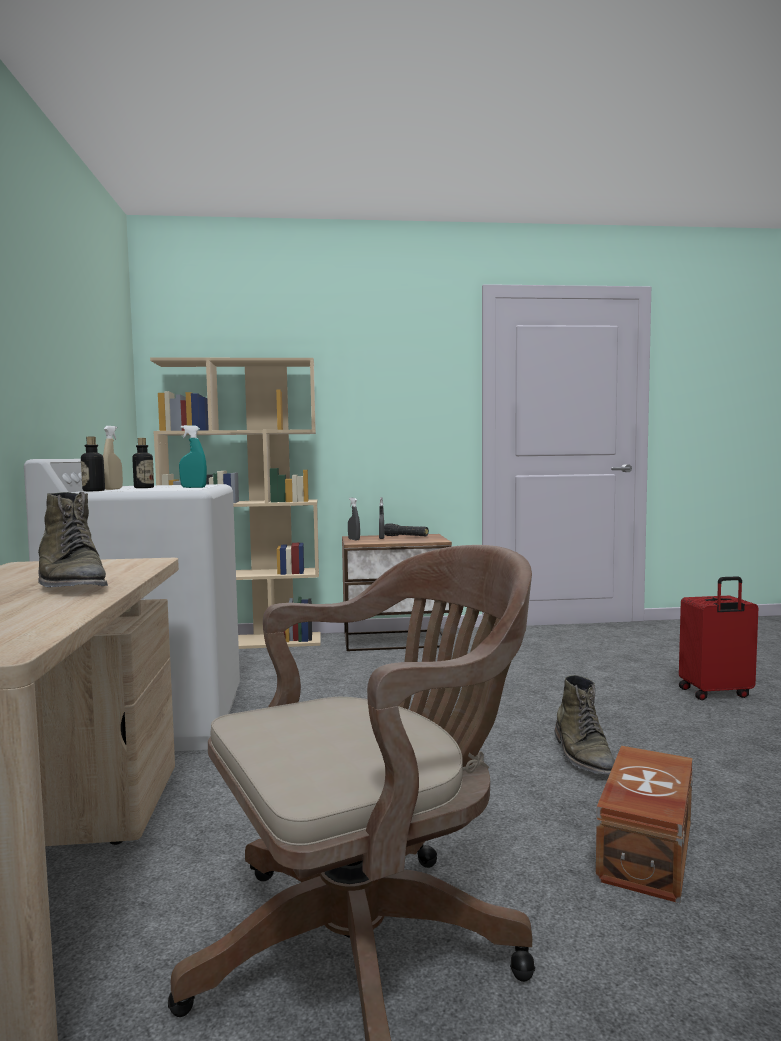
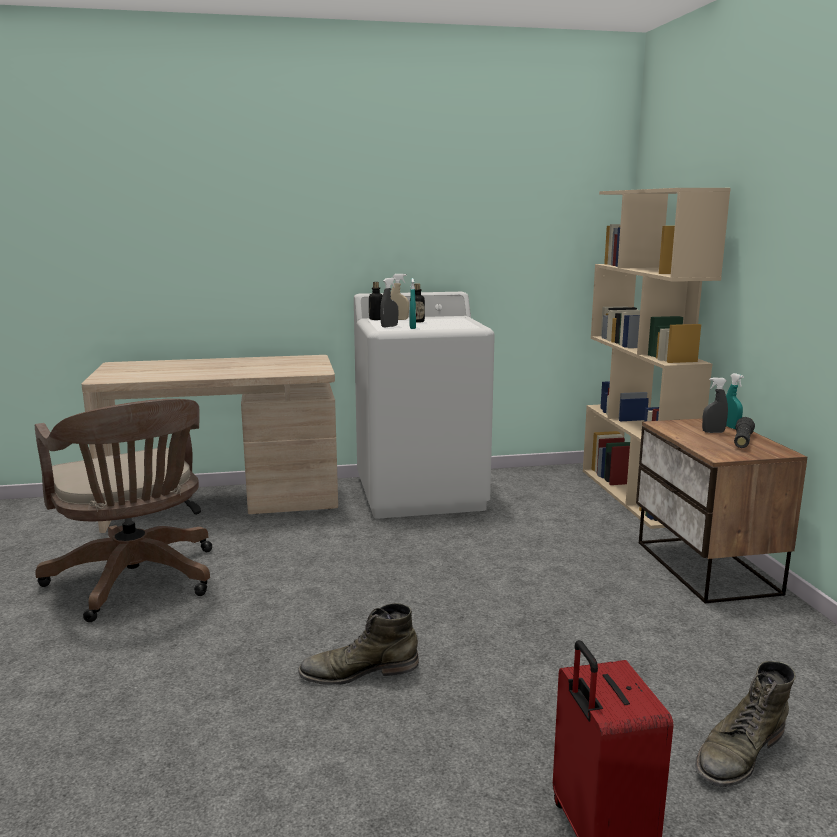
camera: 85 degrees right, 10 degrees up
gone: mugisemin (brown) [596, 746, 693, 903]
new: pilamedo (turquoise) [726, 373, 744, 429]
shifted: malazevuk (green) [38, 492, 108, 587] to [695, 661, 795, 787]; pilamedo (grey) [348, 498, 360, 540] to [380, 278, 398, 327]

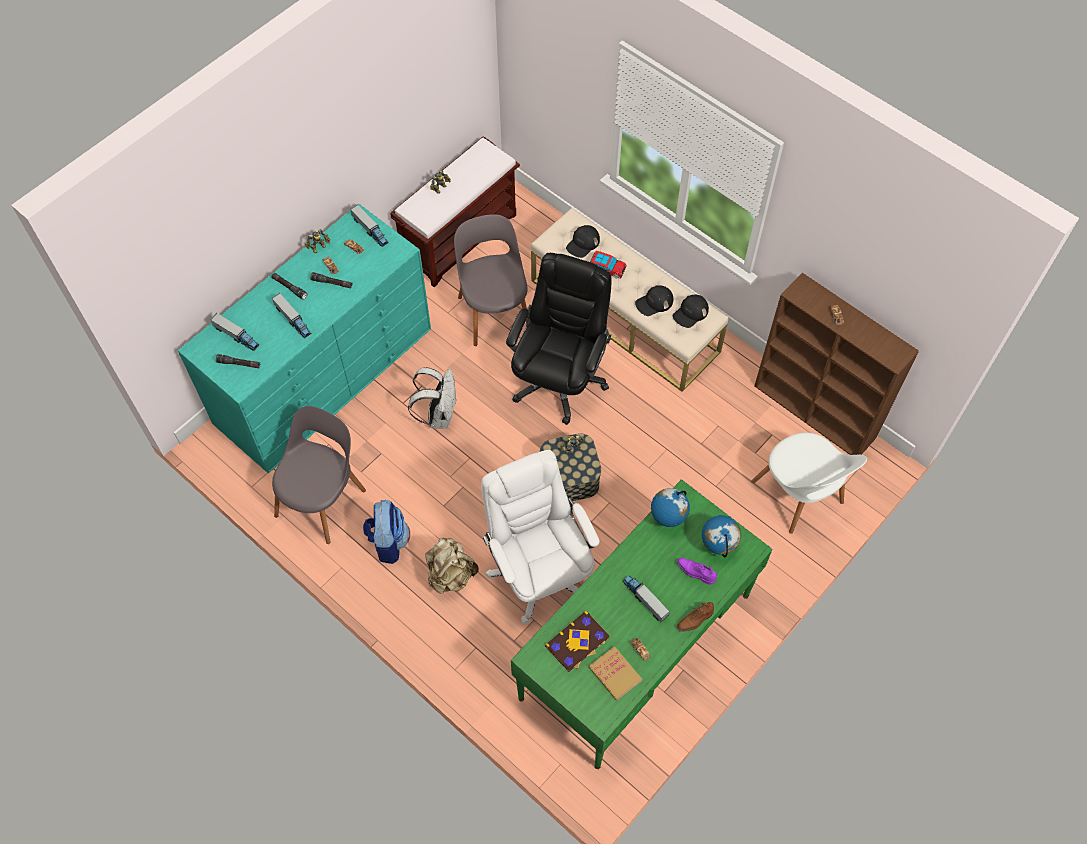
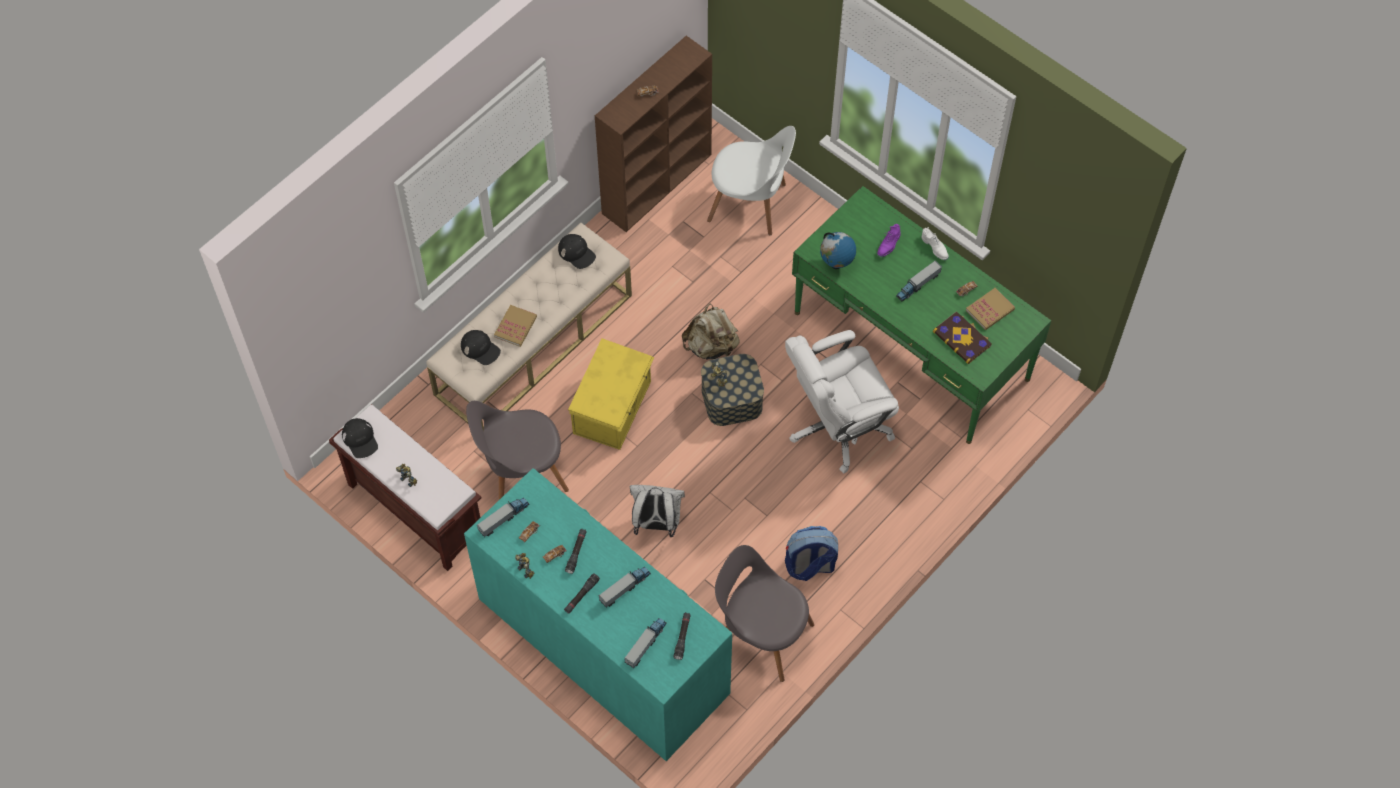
camera: 90 degrees left, 0 degrees up
gone: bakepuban [702, 515, 741, 557]
shifted: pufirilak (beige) [425, 538, 479, 593] to [682, 304, 740, 359]; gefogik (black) [635, 285, 673, 316] to [342, 418, 378, 458]
swapped: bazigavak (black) [506, 253, 611, 425] to mugisemin (yellow) [568, 338, 654, 450]; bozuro [590, 251, 626, 279] to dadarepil [494, 305, 537, 347]
repainted: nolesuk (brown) [677, 602, 714, 632] to nolesuk (white) [921, 227, 949, 260]
rotated: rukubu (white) [751, 433, 867, 534] = [707, 126, 796, 235] 45 degrees clockwise

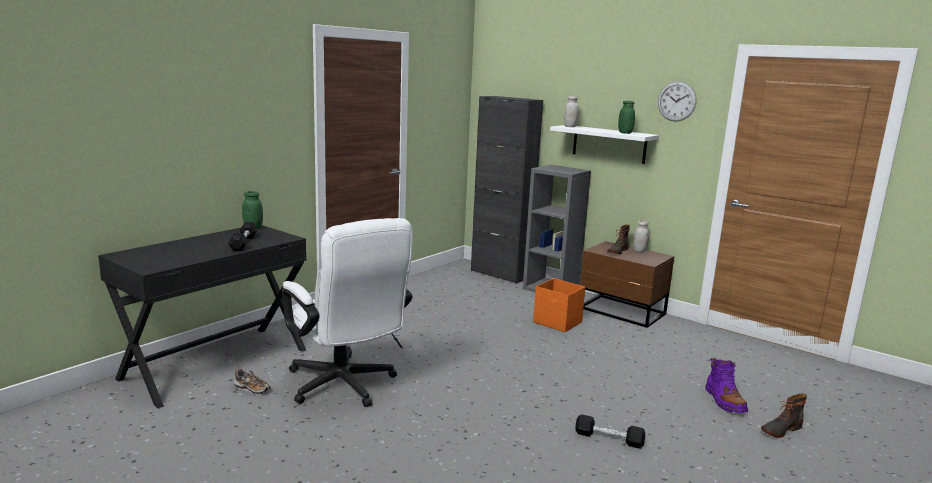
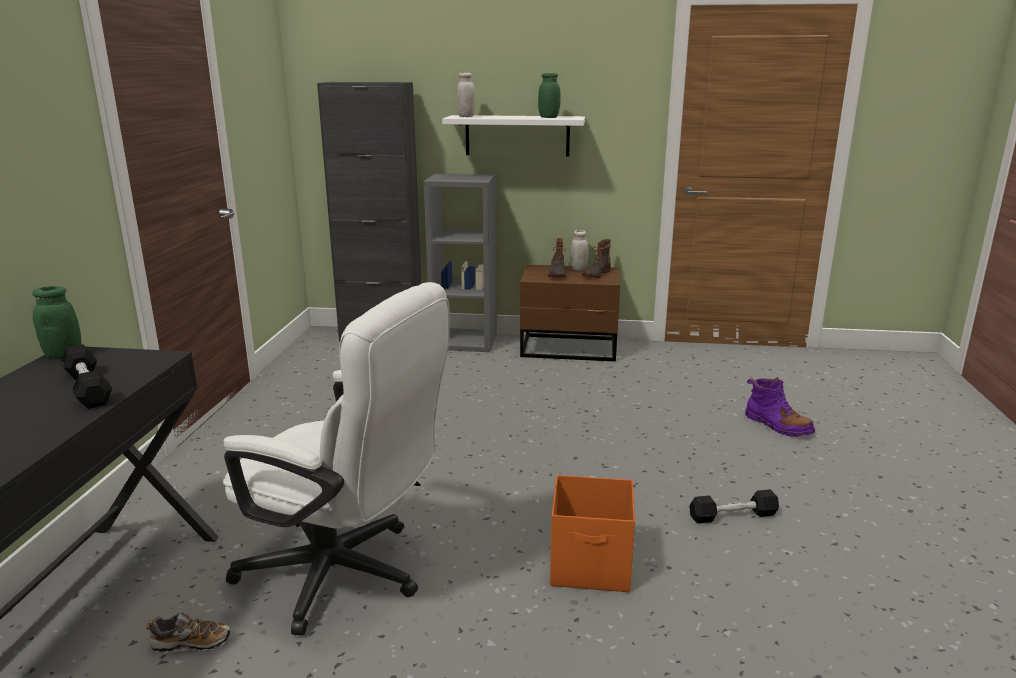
camera: 30 degrees left, 5 degrees up
gone: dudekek [658, 81, 697, 121]
shifted: mugisemin (orange) [533, 278, 585, 332] to [550, 475, 635, 592]; malazevuk [761, 393, 807, 438] to [582, 239, 611, 278]

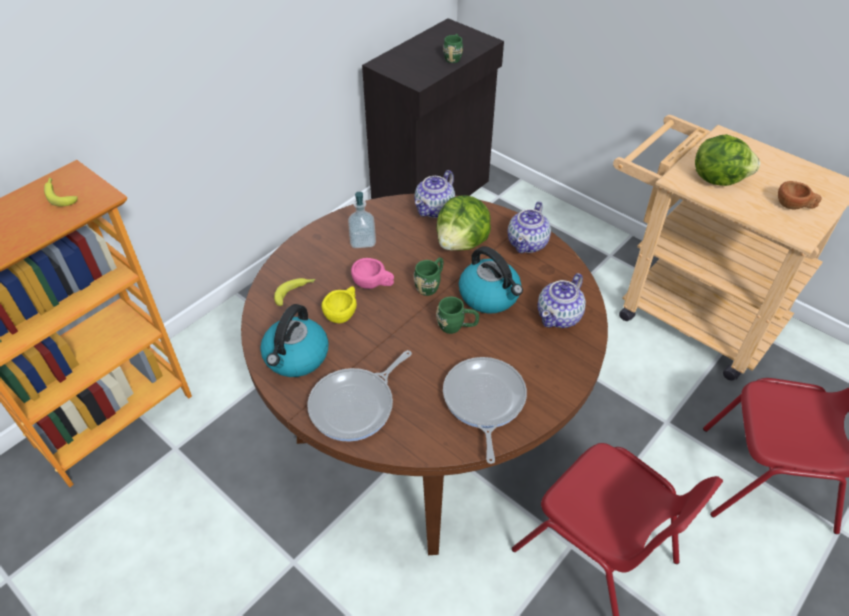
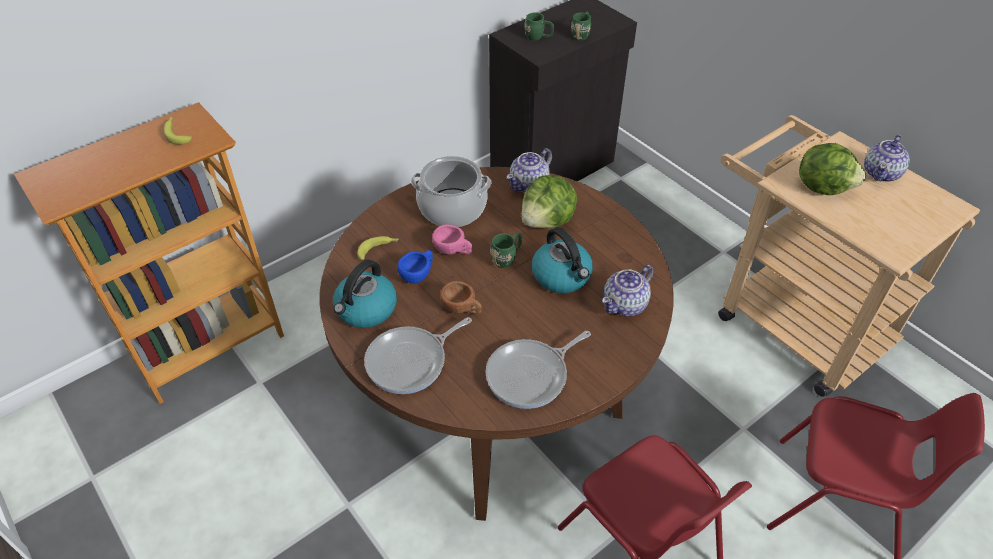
camera: 10 degrees right, 0 degrees up
shifted: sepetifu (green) [436, 297, 479, 334] to [524, 12, 554, 41]; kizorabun [508, 202, 551, 253] to [864, 135, 910, 182]; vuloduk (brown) [778, 181, 822, 210] to [440, 281, 482, 315]
swapped: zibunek [348, 192, 376, 248] to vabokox [411, 156, 491, 227]
repainted: vuloduk (yellow) [322, 287, 357, 323] to vuloduk (blue) [397, 250, 433, 284]
rotated: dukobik [443, 357, 527, 464] = [486, 331, 591, 409] 135 degrees counterclockwise

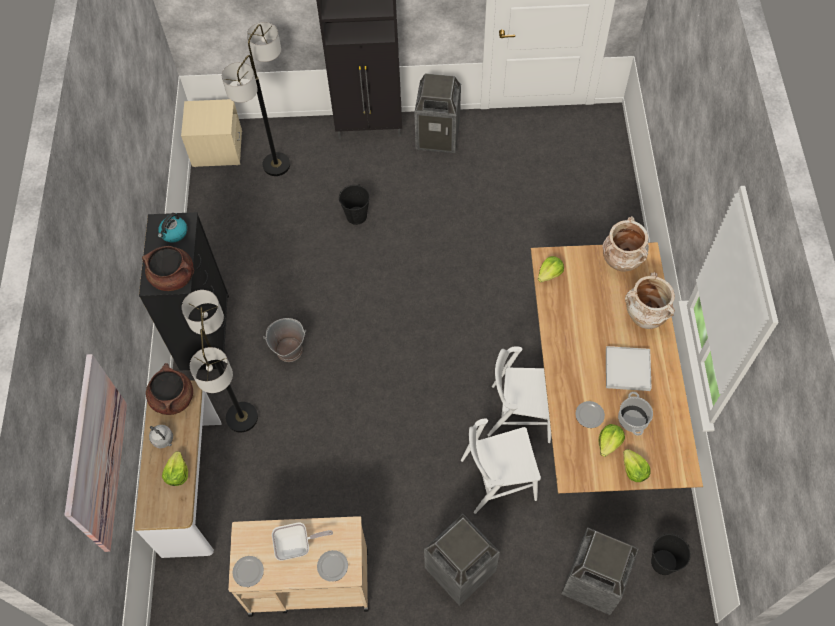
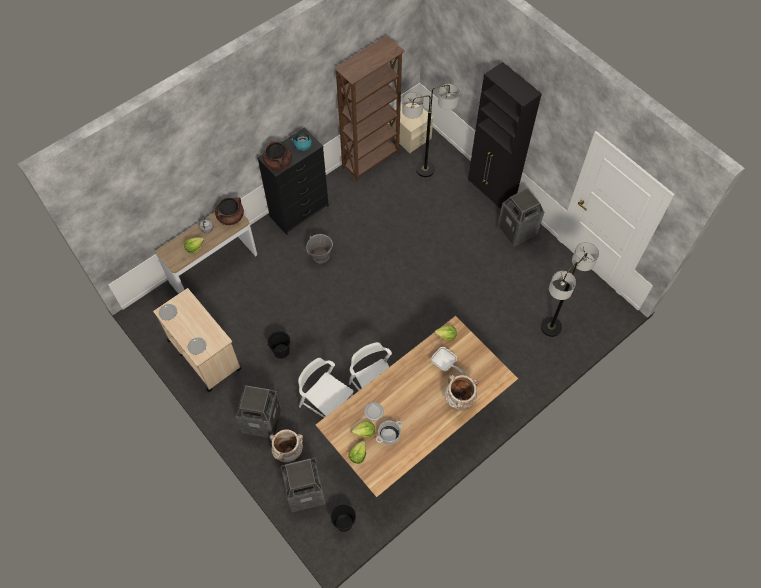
camera: 50 degrees right, 0 degrees up
gone: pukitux [64, 354, 127, 552]; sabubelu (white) [606, 346, 652, 391]
new: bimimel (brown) [334, 35, 405, 182]
shifted: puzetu [182, 290, 258, 432] to [541, 242, 599, 337]; dukobik [272, 522, 333, 560] to [431, 347, 466, 375]; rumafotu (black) [339, 184, 370, 225] to [267, 331, 290, 359]; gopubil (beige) [602, 216, 649, 272] to [270, 429, 303, 462]

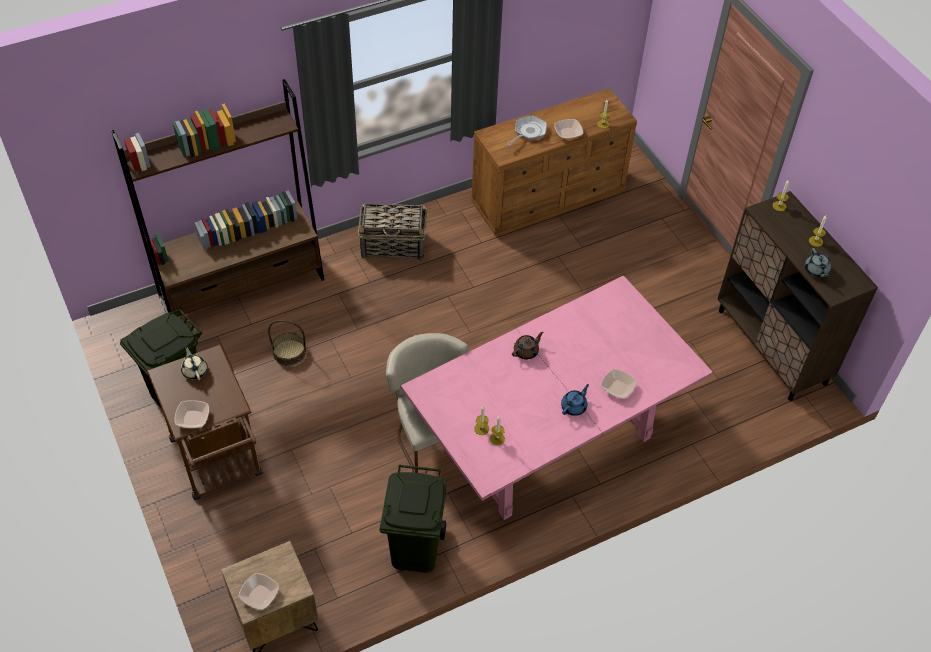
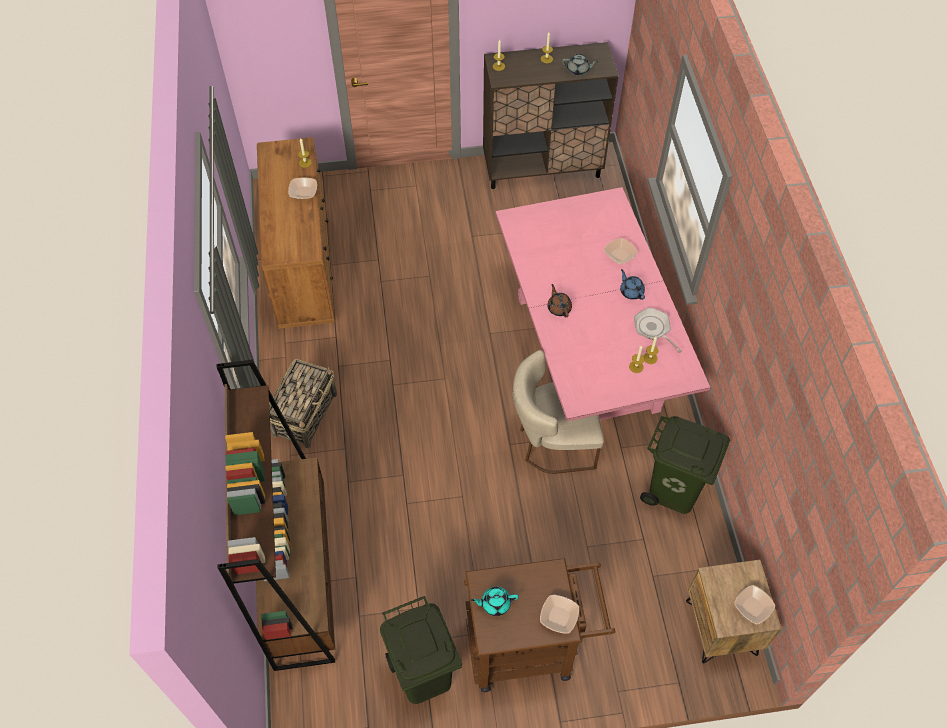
camera: 70 degrees left, 5 degrees up
gone: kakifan [268, 320, 306, 366]
shifted: dukobik [506, 115, 547, 146] to [634, 307, 682, 353]
repainted: kizorabun (beige) [181, 346, 207, 380] to kizorabun (turquoise) [471, 587, 518, 616]

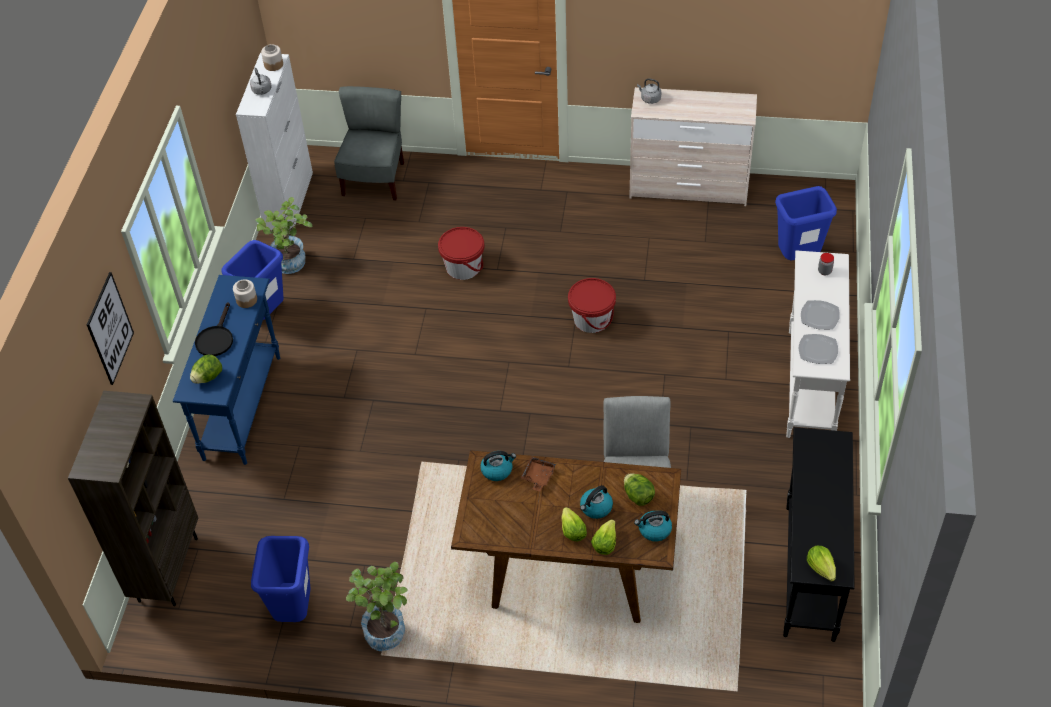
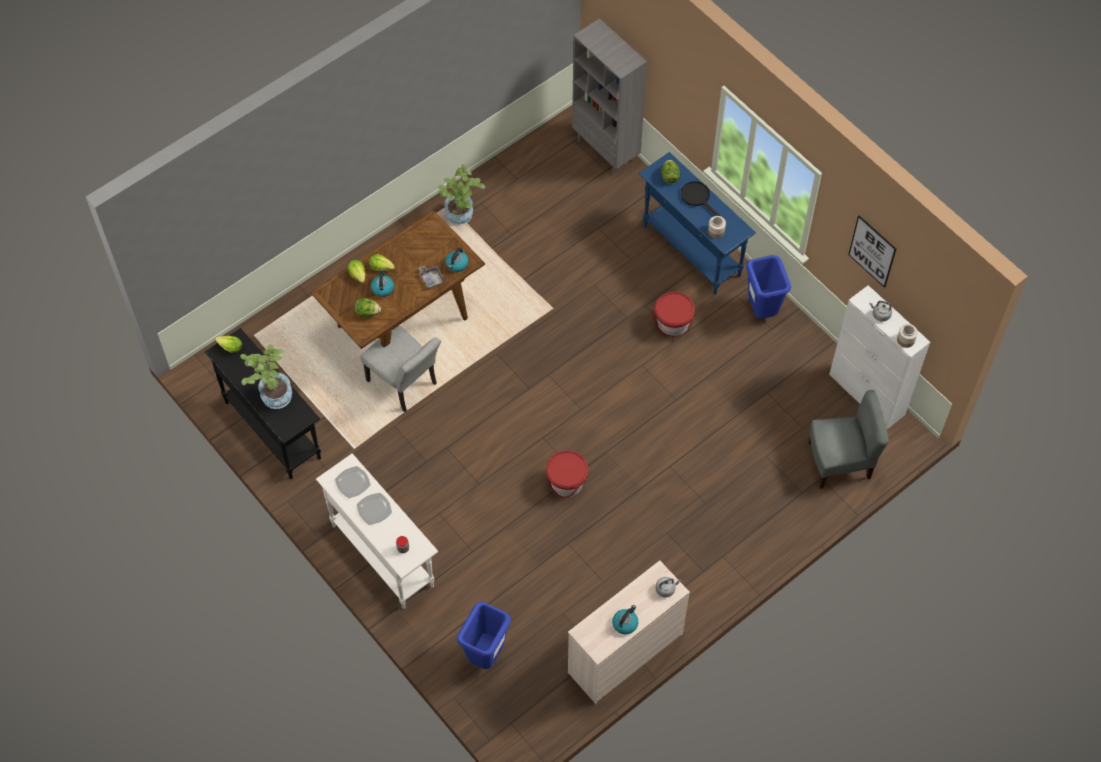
camera: 130 degrees right, 10 degrees up
gone: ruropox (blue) [251, 536, 311, 622]
shifted: pukitux [87, 272, 134, 385] to [848, 216, 896, 288]; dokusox [255, 197, 312, 274] to [240, 345, 292, 409]; rumafotu (red) [438, 227, 485, 280] to [652, 292, 695, 337]; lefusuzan [634, 511, 672, 542] to [612, 605, 638, 634]
repainted: bimimel (brown) [68, 391, 198, 606] to bimimel (grey) [572, 18, 647, 175]; sabubelu (brown) [521, 456, 556, 492] to sabubelu (grey) [419, 265, 445, 289]
rotated: rukubu (grey) [334, 86, 404, 201] = [808, 390, 889, 489] 60 degrees counterclockwise

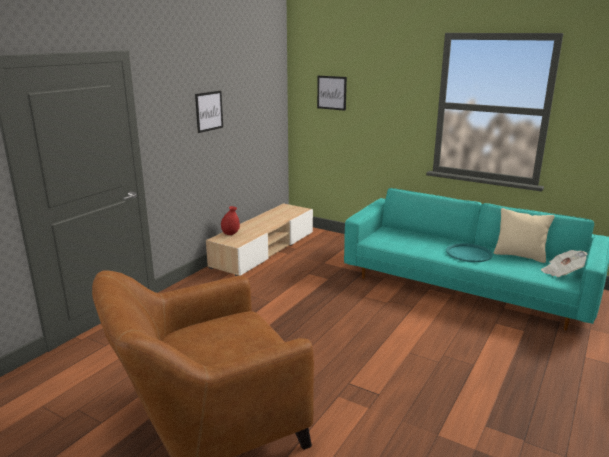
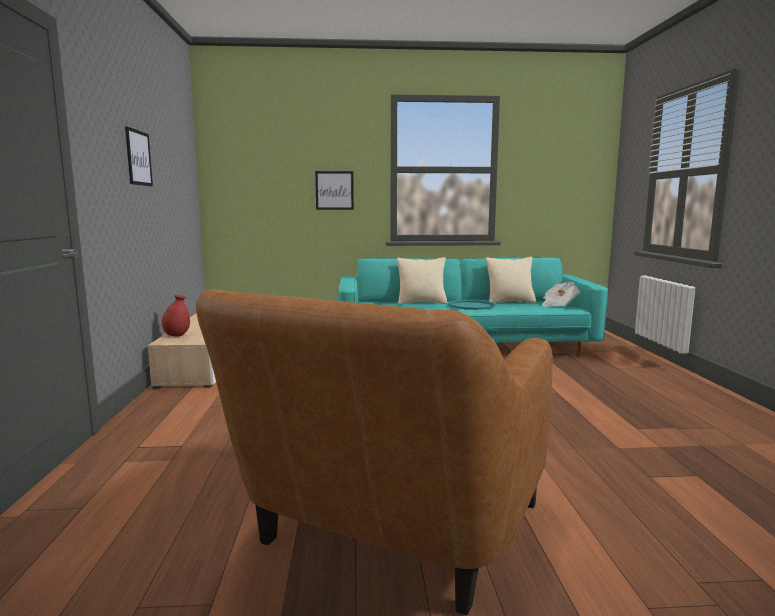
camera: 35 degrees left, 10 degrees down
new: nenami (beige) [397, 257, 447, 304]
shifted: pukitux [317, 76, 347, 111] to [315, 171, 354, 210]

